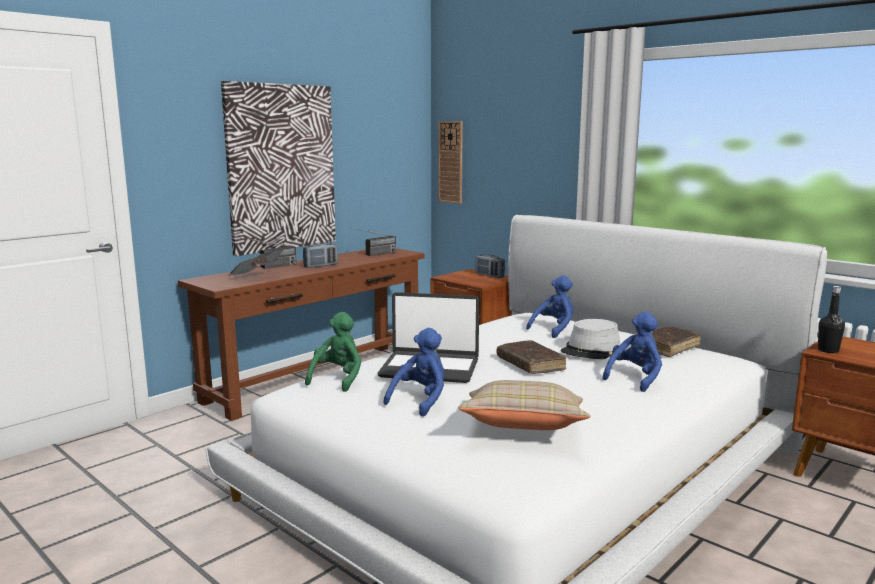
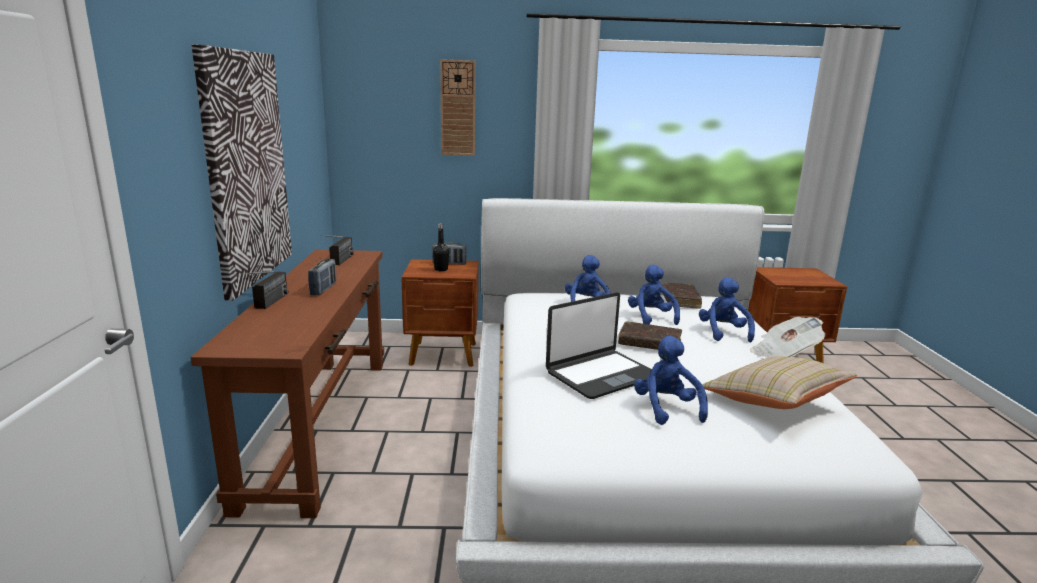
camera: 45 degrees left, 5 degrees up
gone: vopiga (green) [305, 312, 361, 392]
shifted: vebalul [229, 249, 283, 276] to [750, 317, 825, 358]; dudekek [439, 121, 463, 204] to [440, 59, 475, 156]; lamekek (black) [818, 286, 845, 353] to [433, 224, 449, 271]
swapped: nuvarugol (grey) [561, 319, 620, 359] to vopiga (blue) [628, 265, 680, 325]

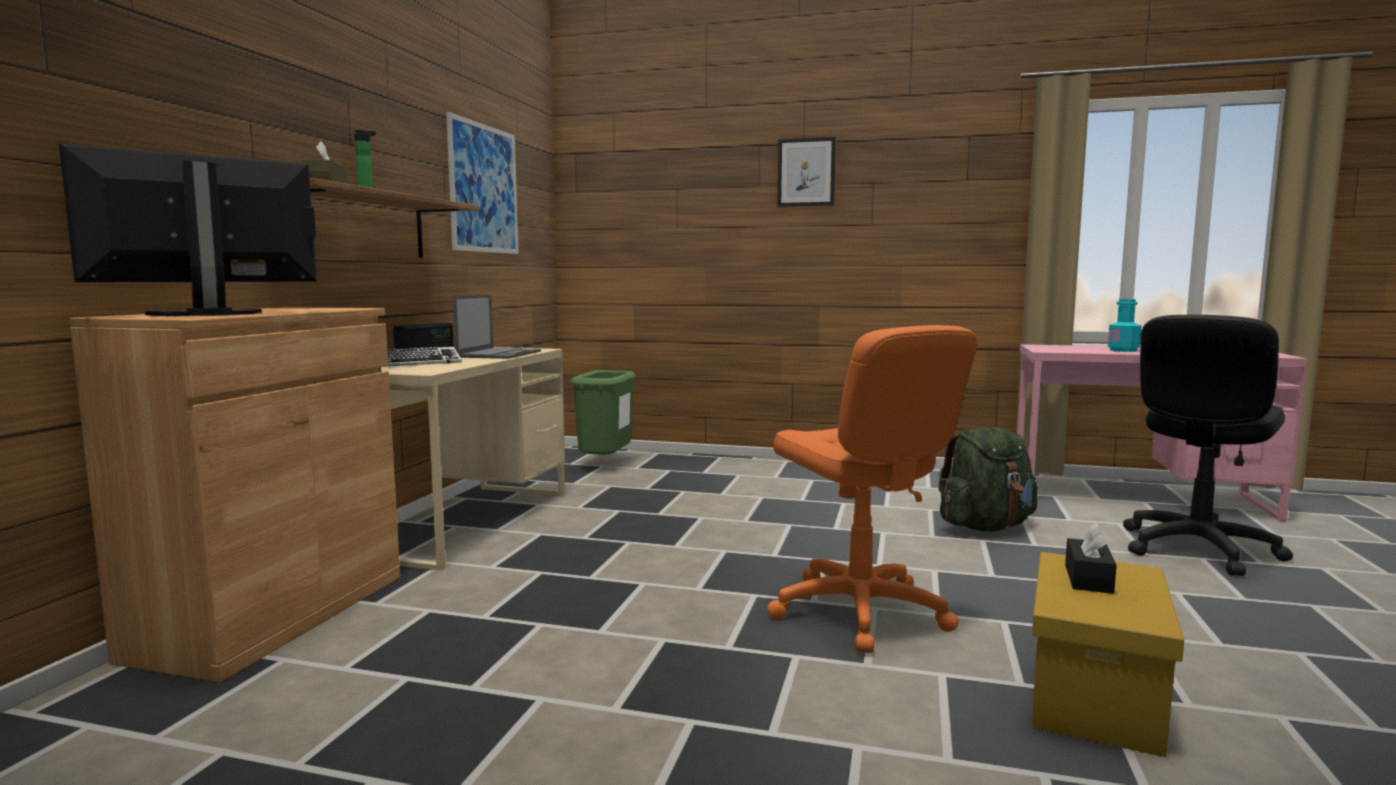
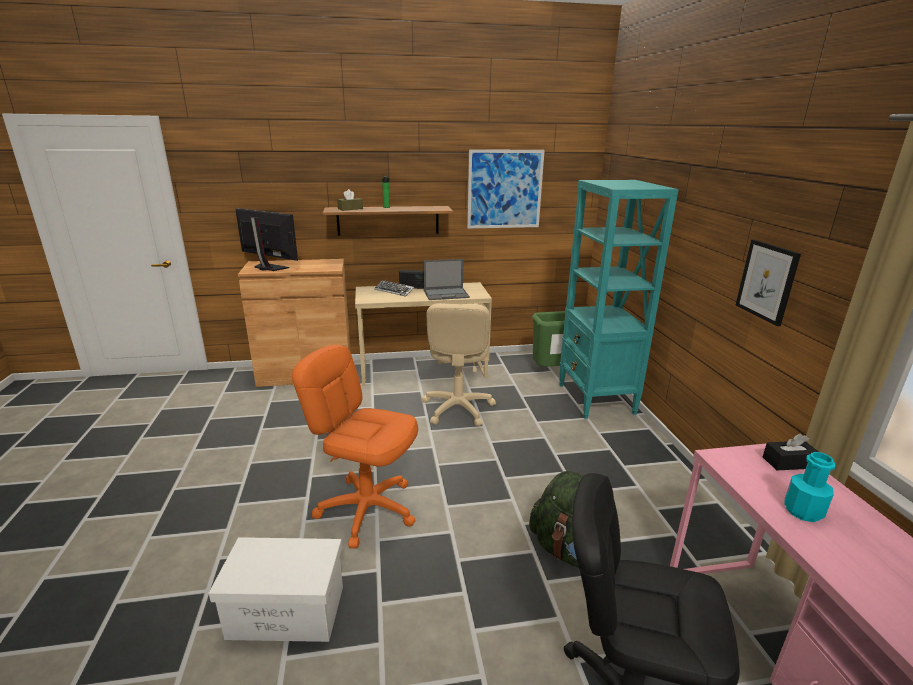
camera: 65 degrees right, 15 degrees up
new: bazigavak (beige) [422, 303, 496, 426]; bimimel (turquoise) [559, 180, 679, 419]
shifted: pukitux [777, 137, 836, 207] to [735, 239, 801, 326]; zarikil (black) [1065, 523, 1117, 594] to [763, 433, 819, 470]
repainted: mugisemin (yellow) [1032, 552, 1184, 757] to mugisemin (white) [209, 537, 343, 642]
rotated: bazigavak (orange) [767, 325, 977, 653] = [292, 345, 418, 548] 75 degrees clockwise

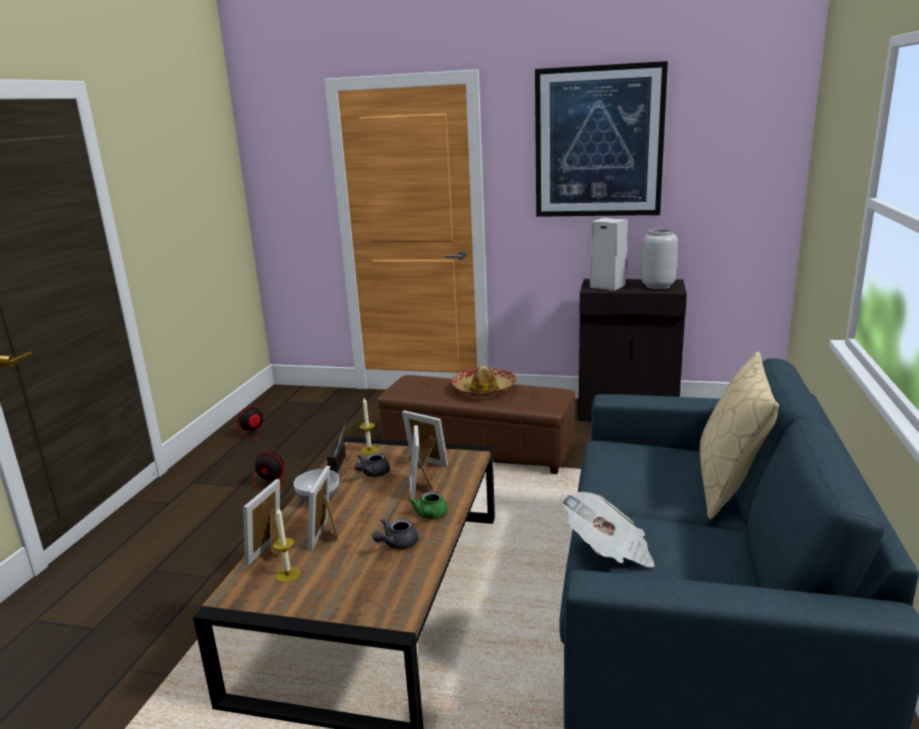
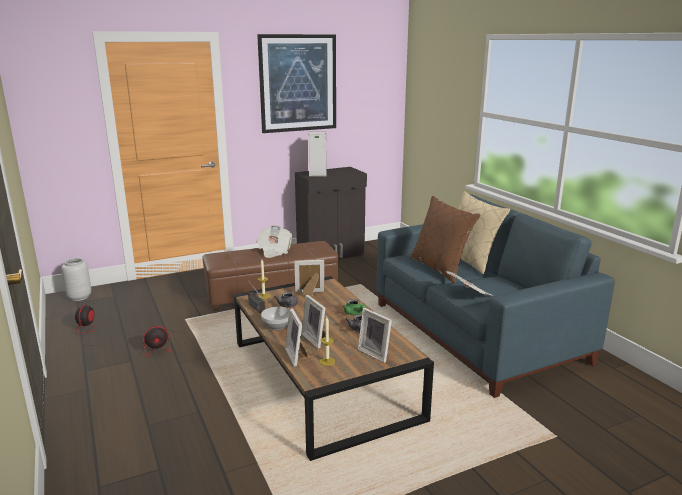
camera: 40 degrees left, 0 degrees up
new: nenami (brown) [409, 196, 481, 283]
shifted: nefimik [409, 425, 433, 499] to [358, 308, 392, 363]; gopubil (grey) [641, 229, 678, 289] to [61, 258, 91, 301]
swapped: nuvarugol [452, 366, 517, 398] to vebalul [256, 225, 292, 258]

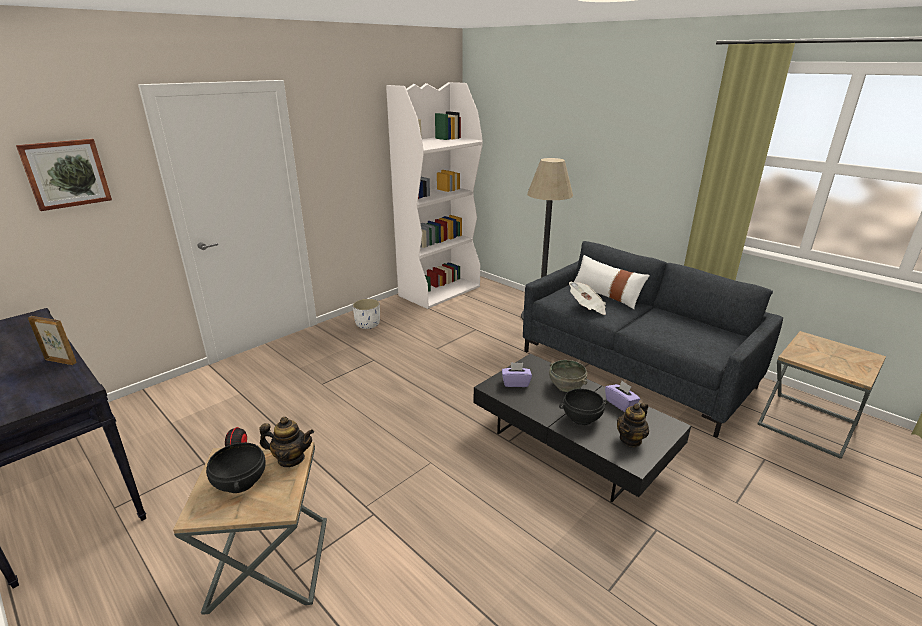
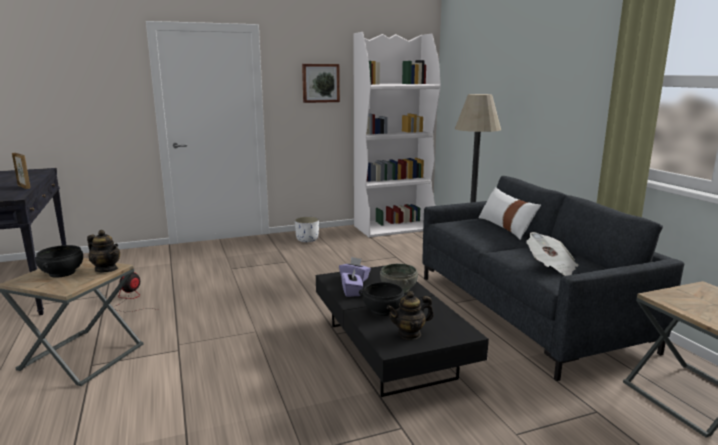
camera: 25 degrees right, 10 degrees down
shifted: pukitux [16, 139, 112, 211] to [302, 64, 340, 103]; vebalul [569, 282, 606, 315] to [526, 232, 578, 276]; zarikil (purple) [605, 381, 640, 412] to [341, 268, 363, 297]

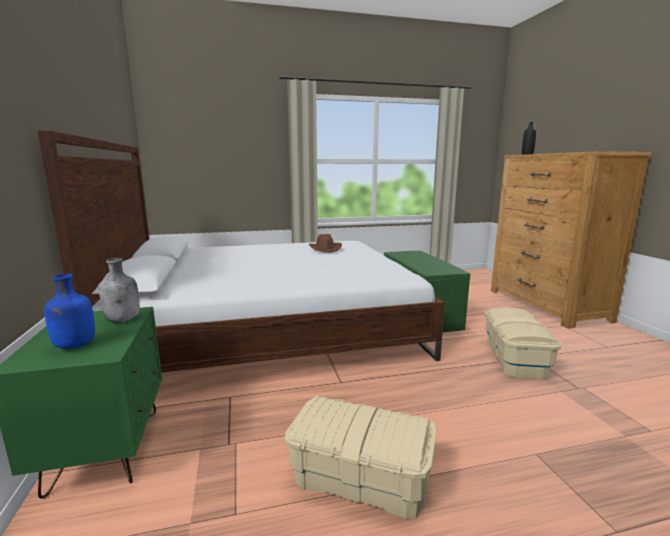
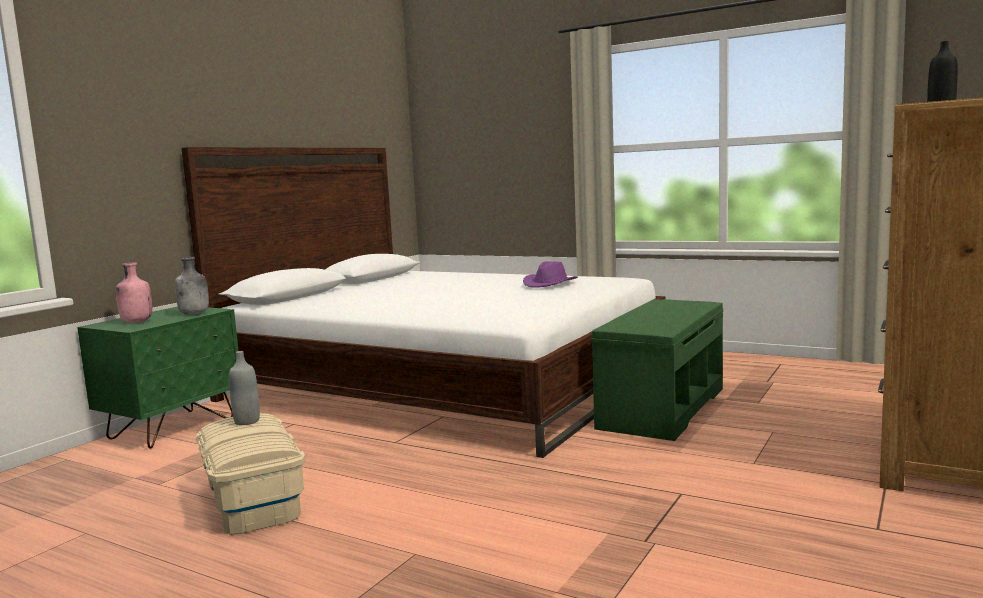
camera: 45 degrees right, 5 degrees down
gone: mugisemin (beige) [485, 308, 561, 379]
new: lamekek (grey) [229, 351, 260, 425]
repainted: lamekek (blue) [44, 274, 95, 349] to lamekek (pink) [116, 262, 152, 323]; nuvarugol (brown) [309, 234, 342, 253] to nuvarugol (purple) [523, 261, 578, 288]

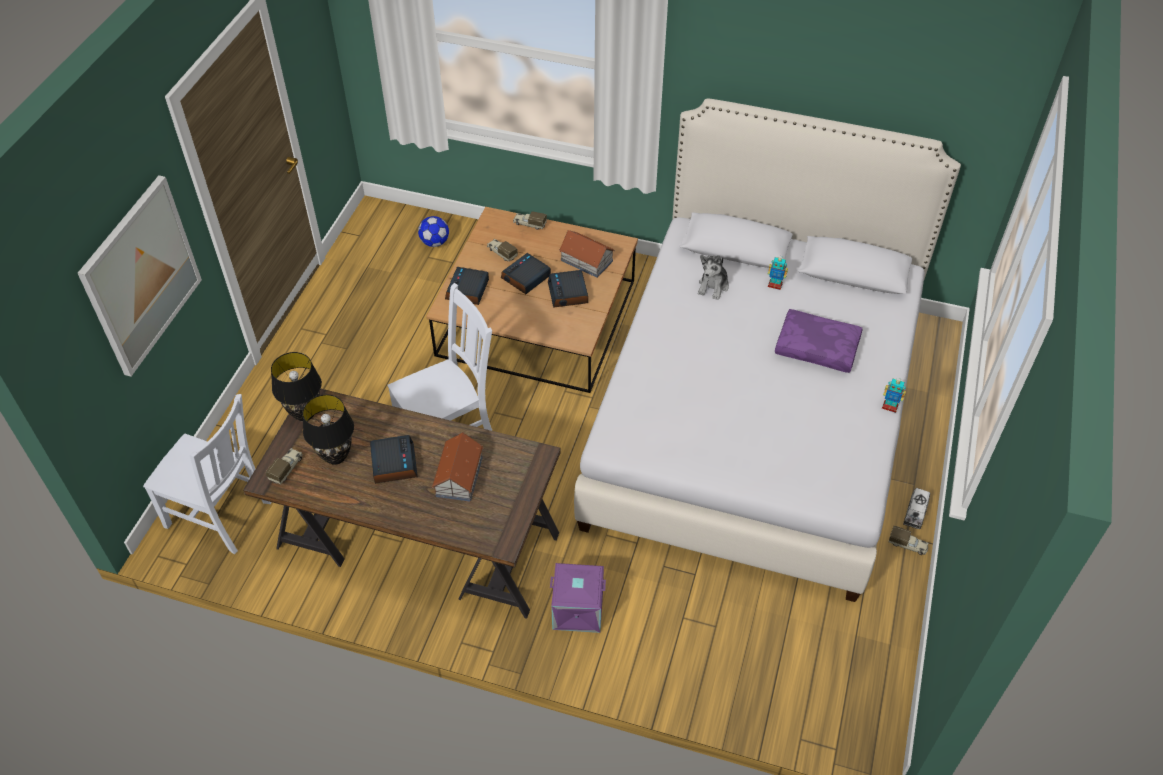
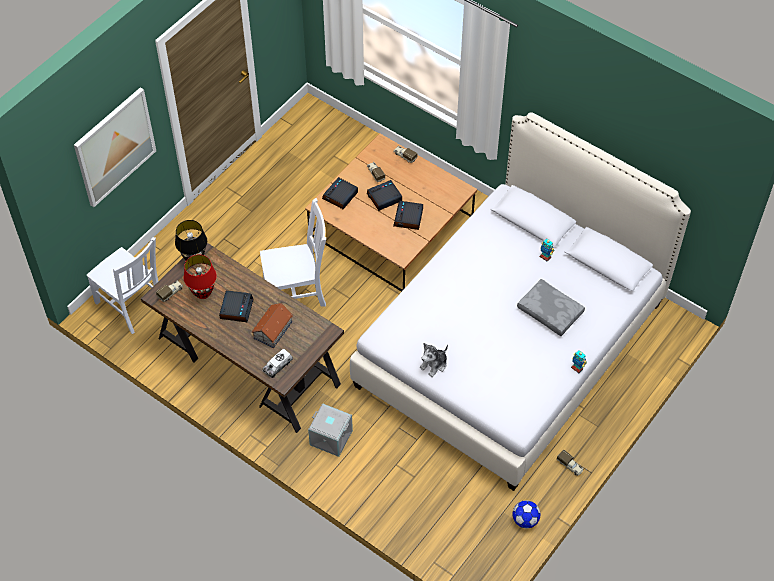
camera: 20 degrees right, 5 degrees up
gone: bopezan [559, 230, 615, 278]
shifted: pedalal [418, 216, 449, 247] to [513, 500, 540, 528]; vopiga [698, 255, 729, 300] to [420, 343, 448, 377]; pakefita [903, 488, 930, 529] to [262, 349, 293, 378]
repainted: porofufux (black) [303, 394, 354, 465] to porofufux (red) [184, 255, 217, 299]; mugisemin (purple) [550, 563, 606, 633] to mugisemin (grey) [308, 403, 353, 457]; nenami (purple) [775, 309, 862, 373] to nenami (grey) [517, 279, 585, 336]

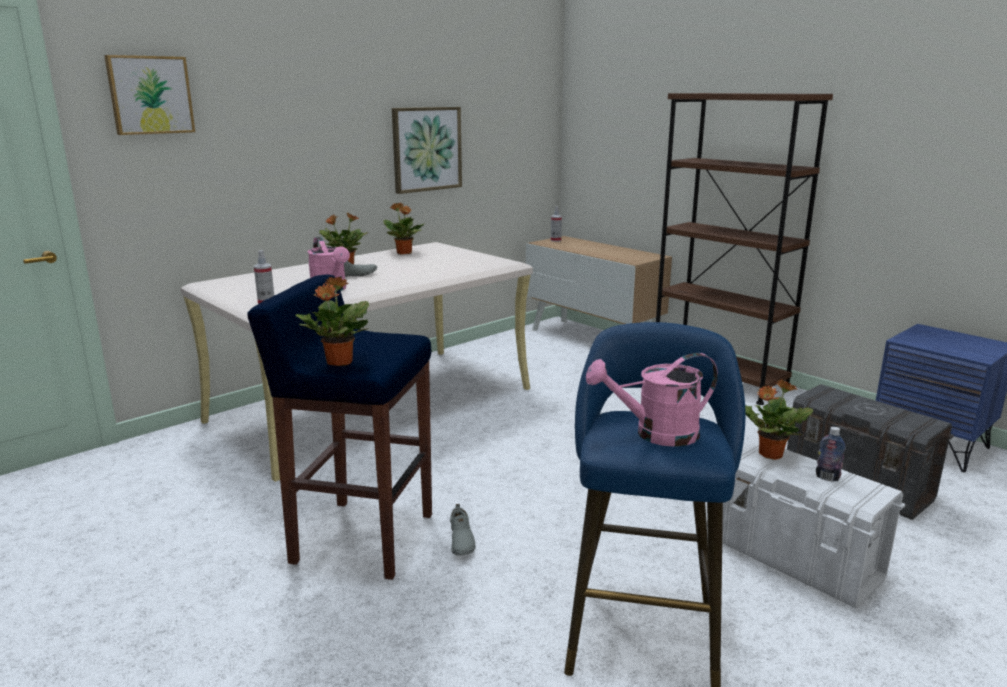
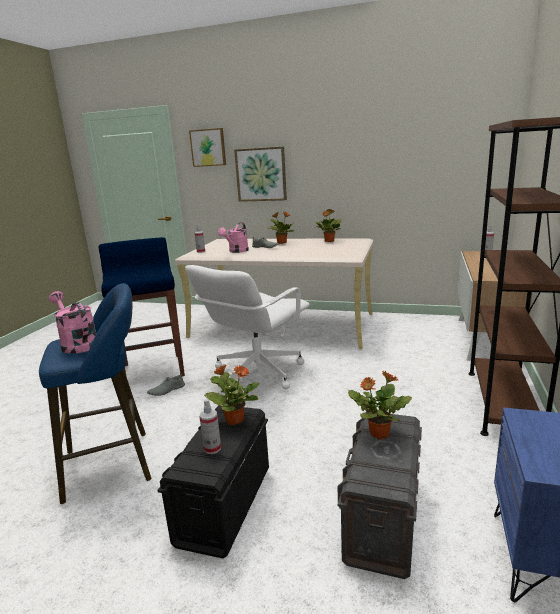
camera: 60 degrees right, 0 degrees up
new: bazigavak (white) [185, 265, 310, 389]
shifted: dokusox [296, 277, 369, 366] to [348, 371, 412, 439]; pukitux [392, 107, 462, 194] to [234, 146, 287, 202]
swapped: lamekek [816, 427, 846, 481] to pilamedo [199, 399, 221, 454]
repainted: mugisemin (white) [722, 437, 905, 609] to mugisemin (black) [157, 406, 269, 559]

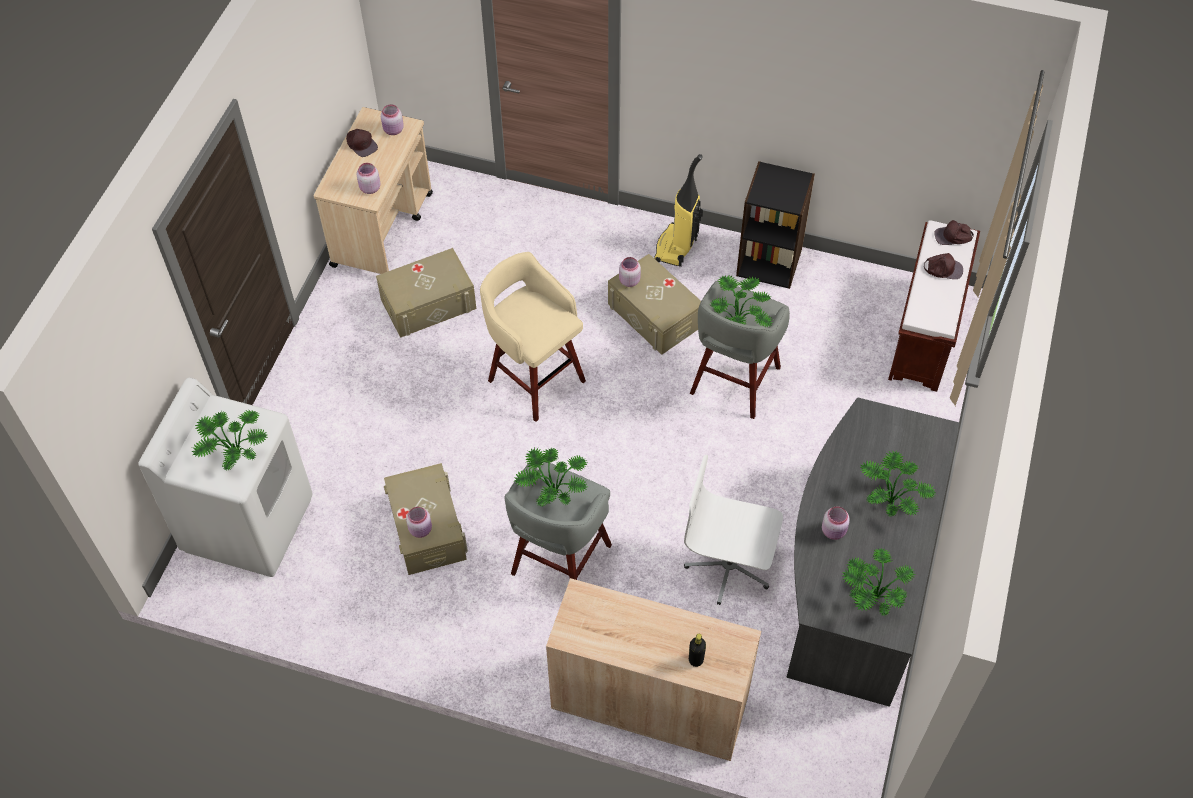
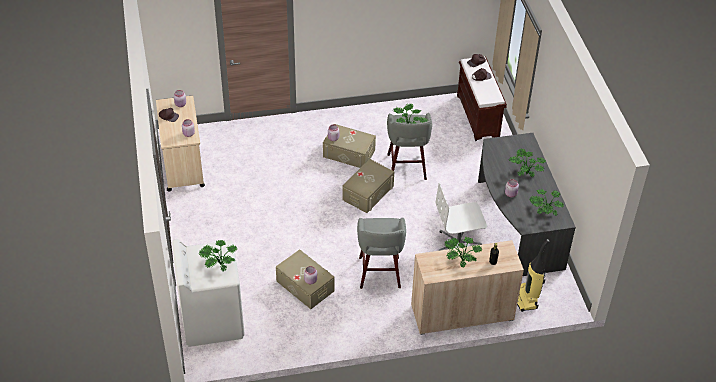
camera: 30 degrees left, 10 degrees down
gone: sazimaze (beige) [480, 252, 586, 422]; bimimel (black) [736, 161, 815, 289]
shifted: mugisemin (beige) [376, 248, 476, 338] to [342, 159, 394, 213]; dokusox [514, 447, 587, 506] to [444, 237, 482, 268]; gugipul [654, 154, 703, 267] to [517, 239, 550, 312]

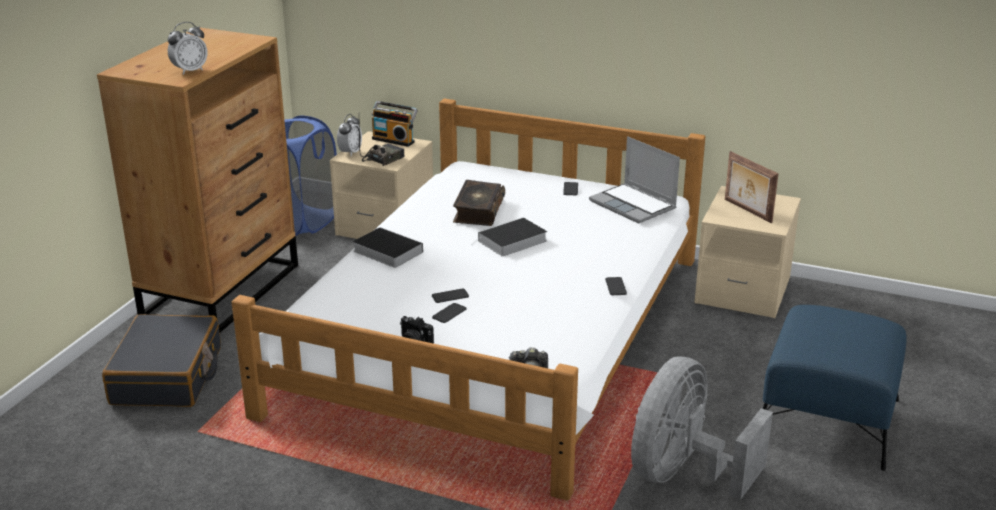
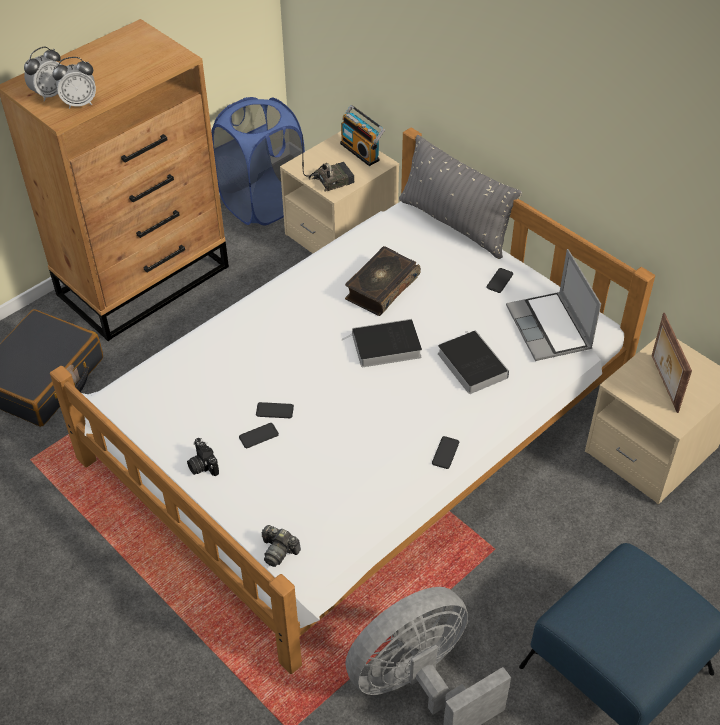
camera: 25 degrees right, 20 degrees up
new: nenami (grey) [399, 135, 522, 259]
shifted: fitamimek [337, 114, 362, 156] to [24, 46, 61, 102]; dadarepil [353, 227, 423, 268] to [438, 330, 509, 394]

